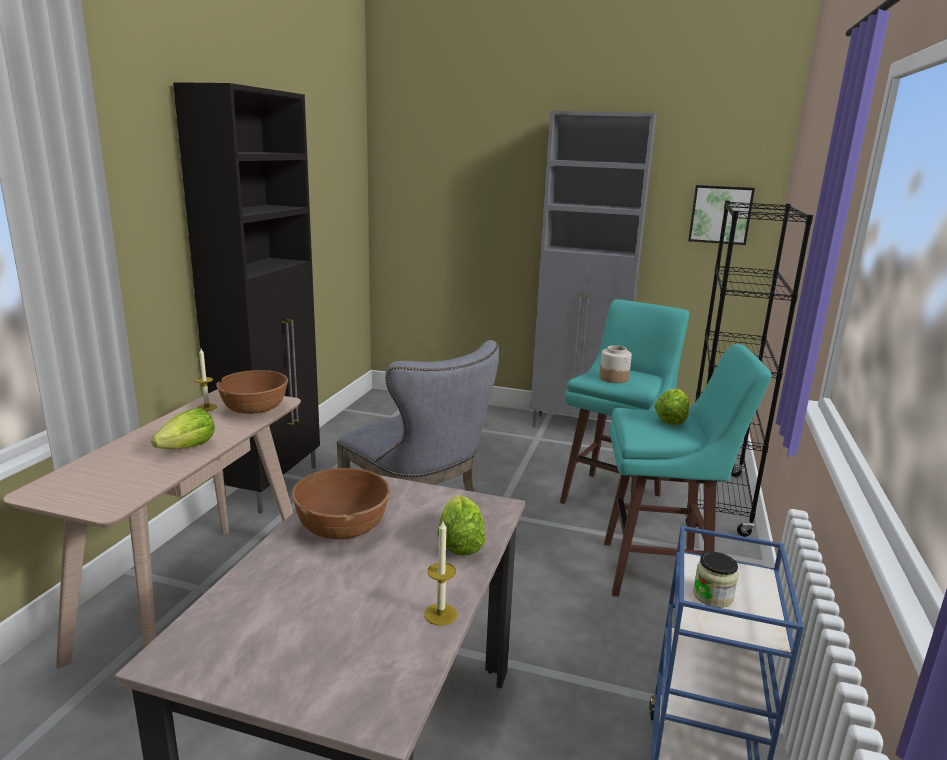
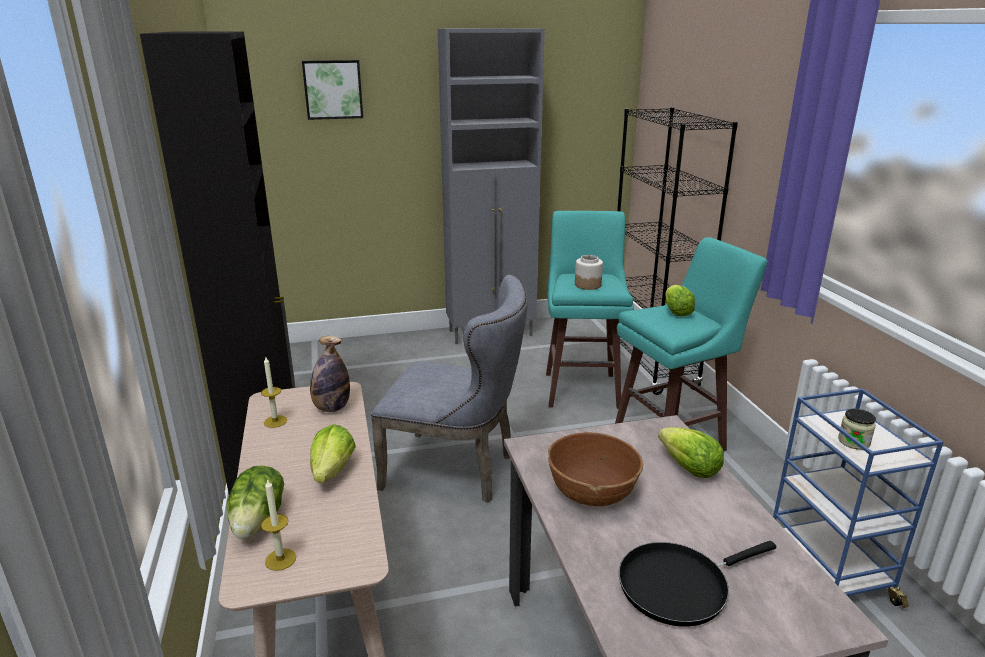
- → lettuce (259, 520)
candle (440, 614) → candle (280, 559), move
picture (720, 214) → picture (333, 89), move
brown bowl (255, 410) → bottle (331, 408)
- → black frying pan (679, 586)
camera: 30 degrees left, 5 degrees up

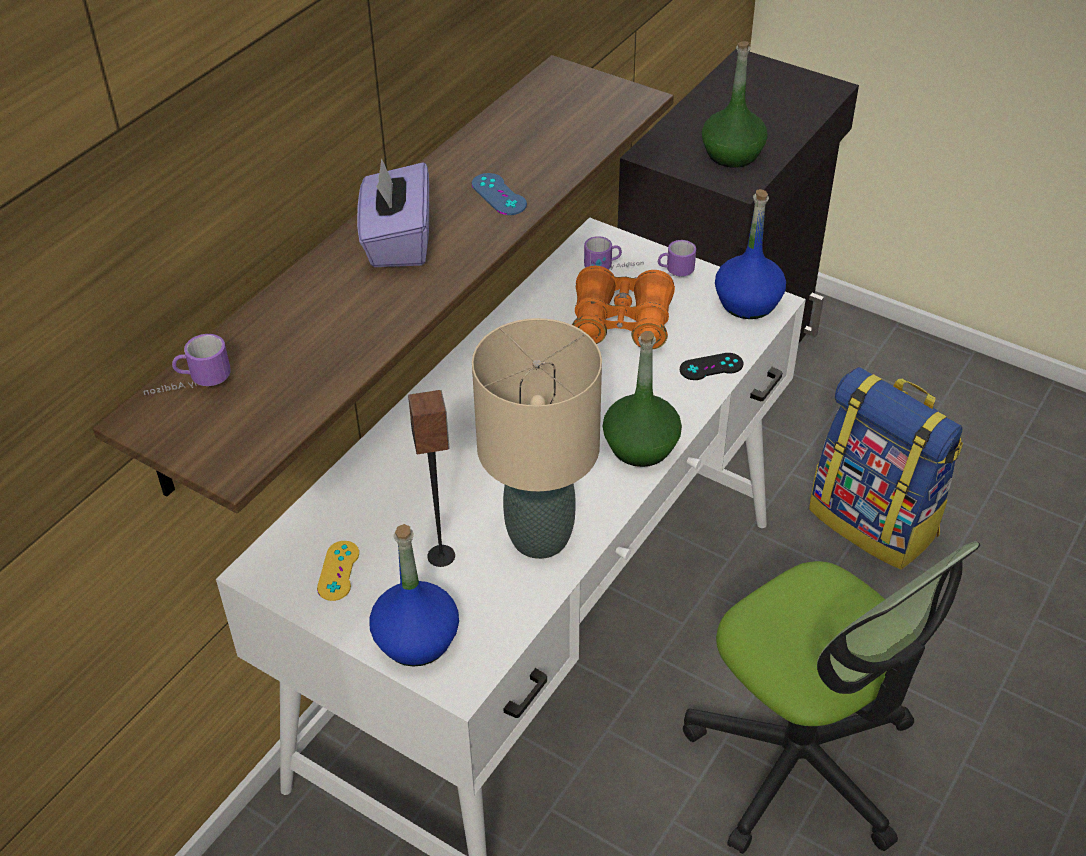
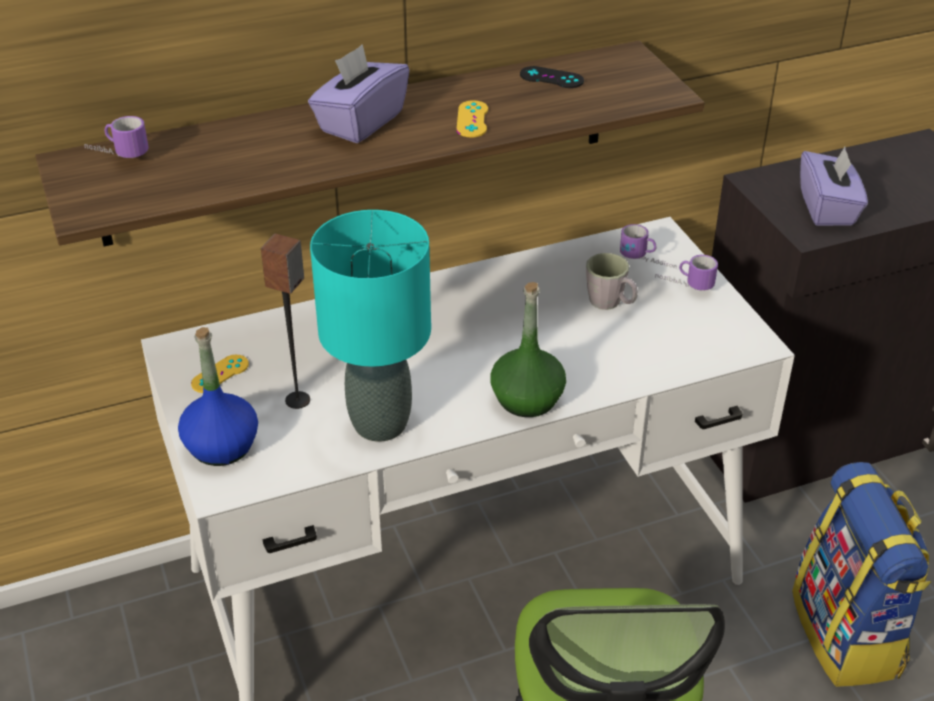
beige table lamp (540, 536) → turquoise table lamp (381, 423)
blue game controller (499, 194) → yellow game controller (472, 119)
black game controller (711, 367) → black game controller (551, 78), move
orange binoculars (621, 322) → grey mug (611, 303)
green bottle (732, 154) → purple tissue box (828, 208)
blue bottle (748, 302) → -
camera: 35 degrees right, 5 degrees down

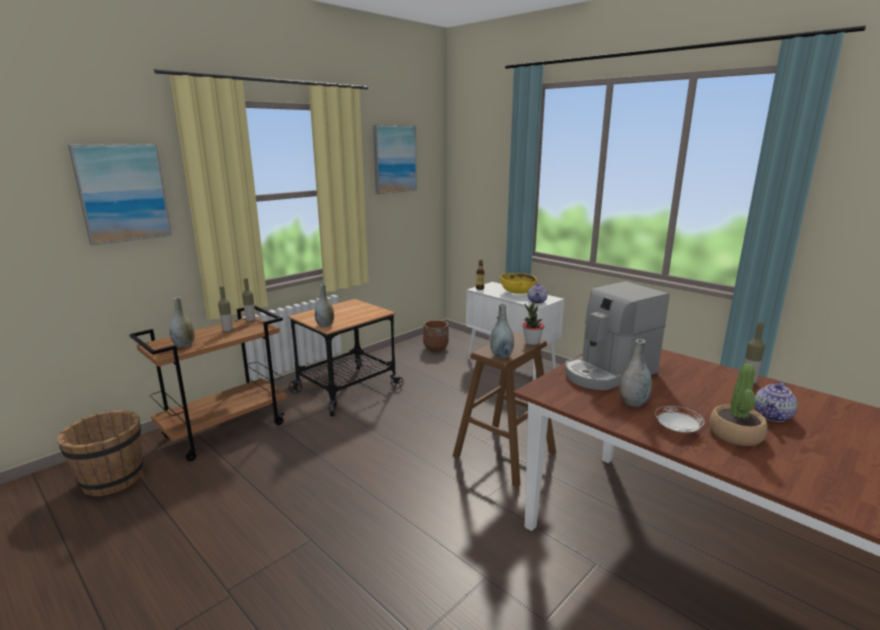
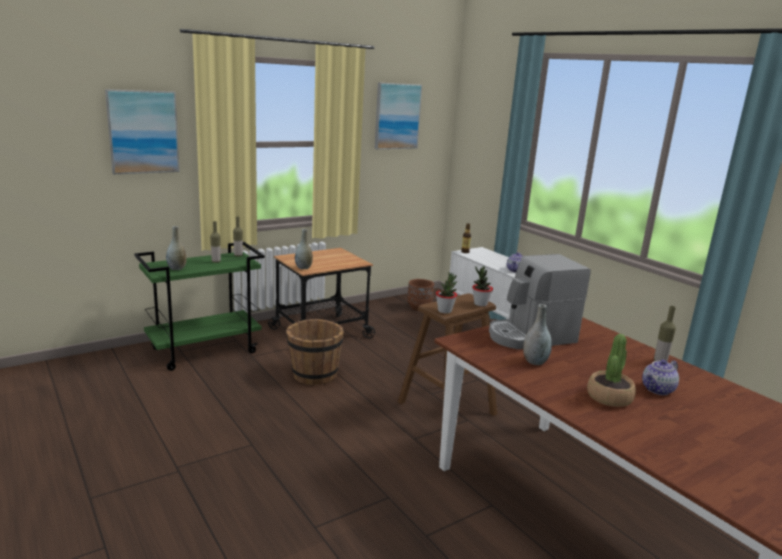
brown cart (226, 429) → green cart (205, 350)
brown bucket (112, 480) → brown bucket (314, 375), move
grey vase (501, 355) → potted plant (444, 311)
yellow bowl (517, 292) → -
white plate (677, 430) → -
camera: 10 degrees right, 0 degrees up

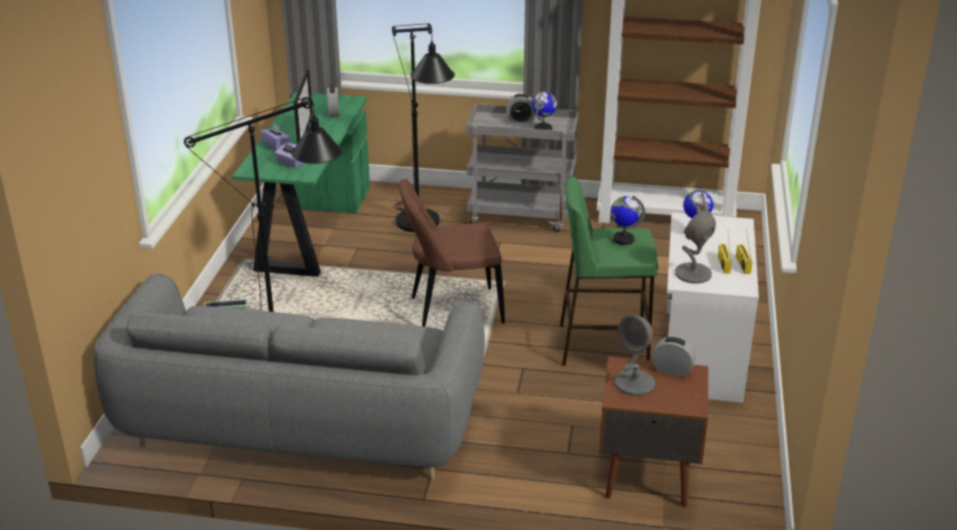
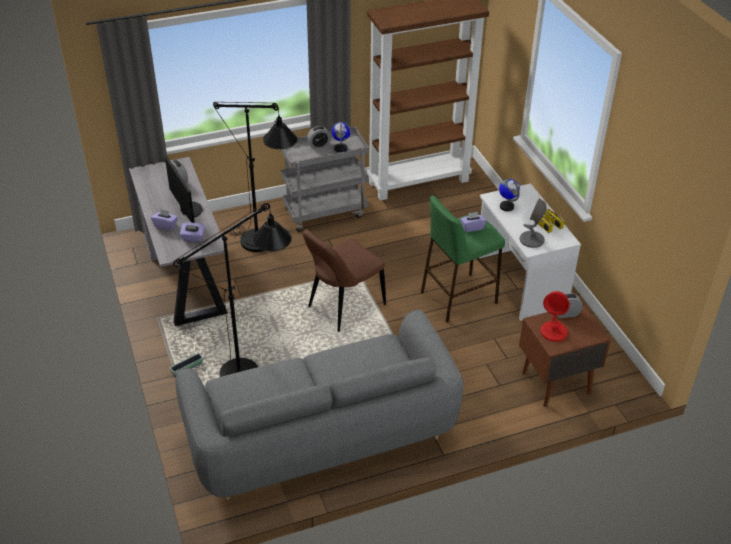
green desk (311, 229) → grey desk (185, 274)
globe (623, 239) → purple tissue box (472, 227)
grey table lamp (635, 383) → red table lamp (554, 332)
camera: 30 degrees left, 10 degrees up

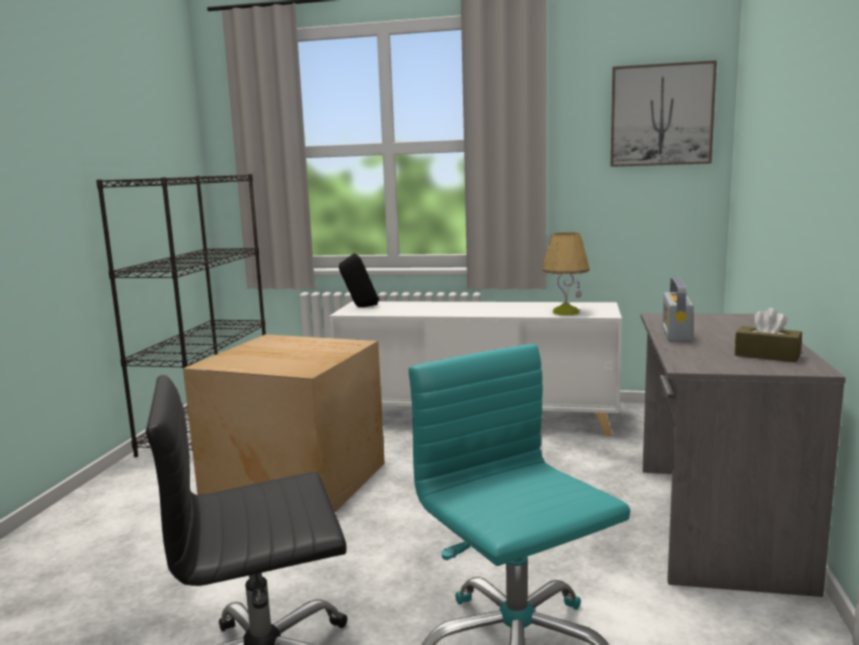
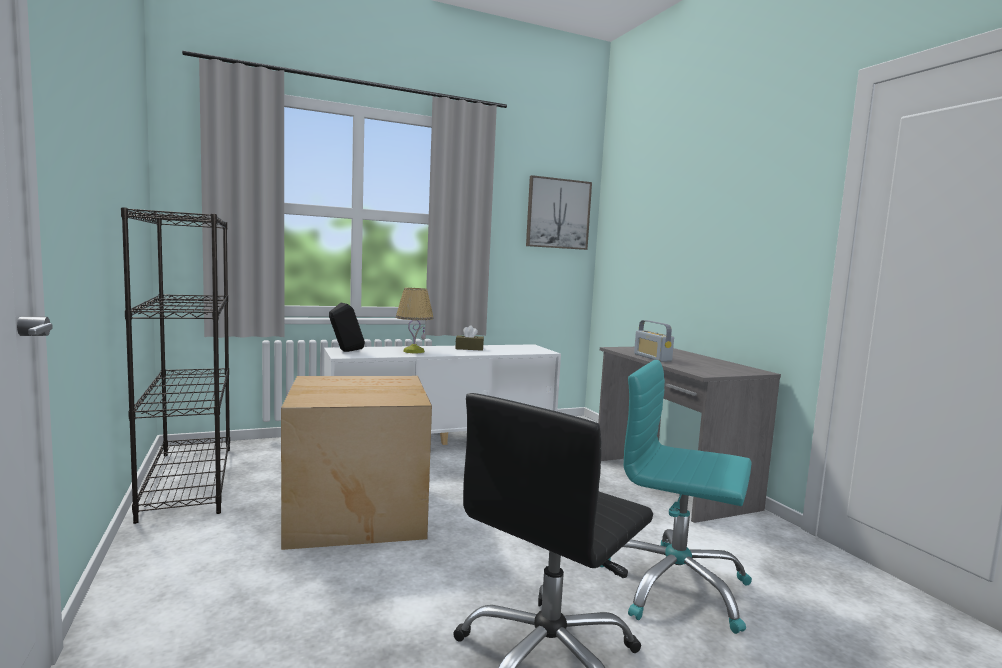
table lamp (565, 312) → table lamp (413, 351), move
brown tissue box (767, 355) → brown tissue box (469, 348), move
camera: 35 degrees left, 5 degrees down

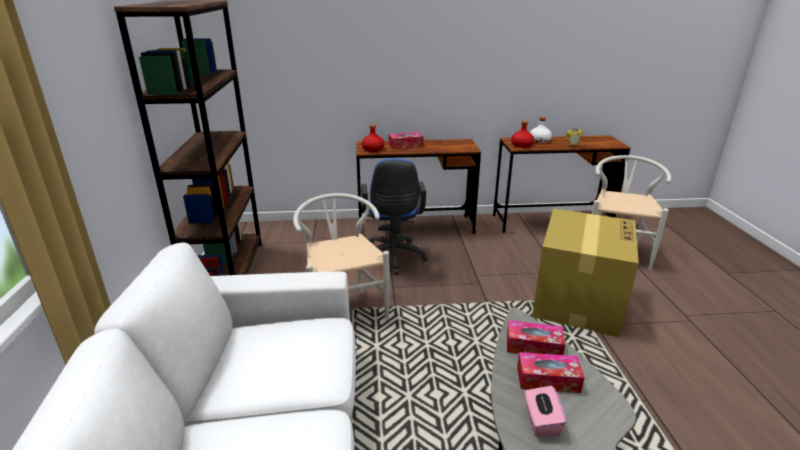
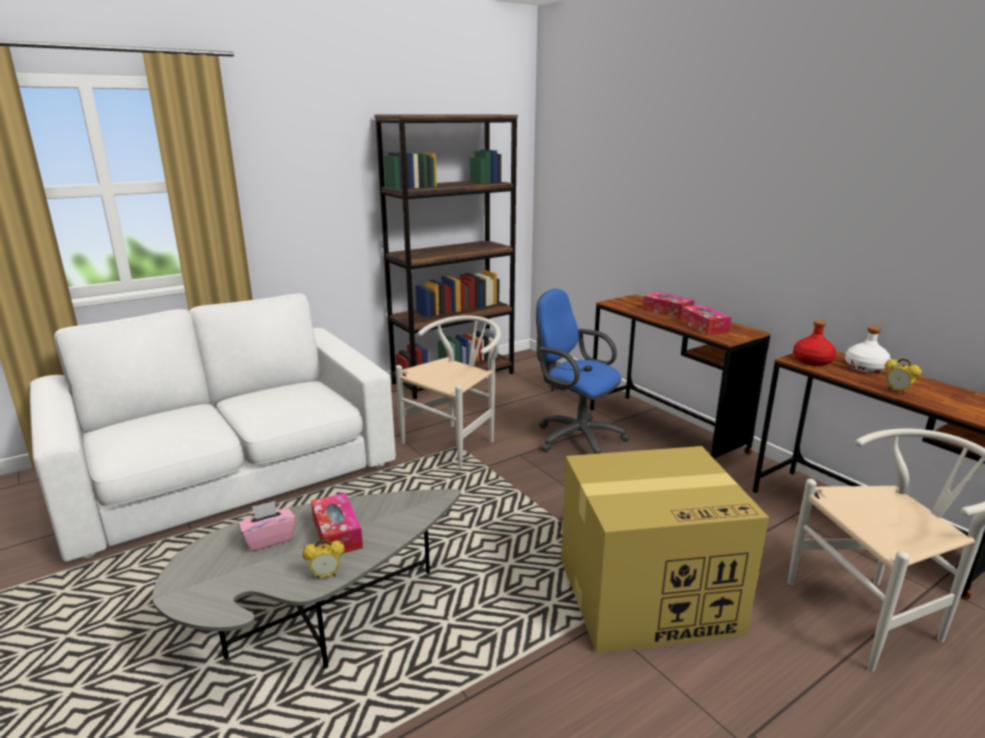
- → alarm clock (326, 575)
blue office chair (392, 258) → blue office chair (575, 438), 75 degrees clockwise
tissue box (533, 346) → tissue box (704, 327), move
red bottle (373, 149) → -
camera: 60 degrees right, 5 degrees down

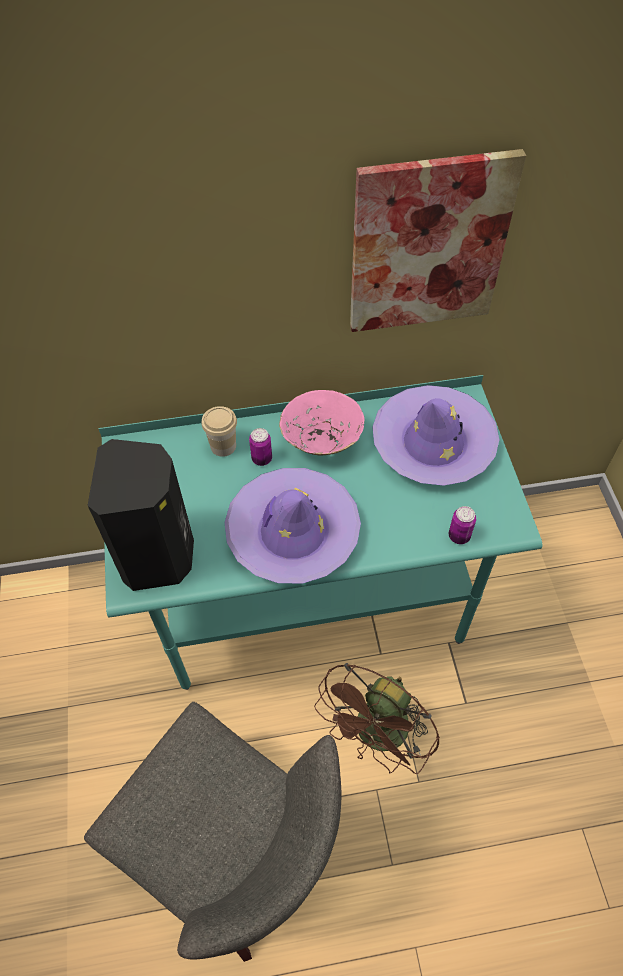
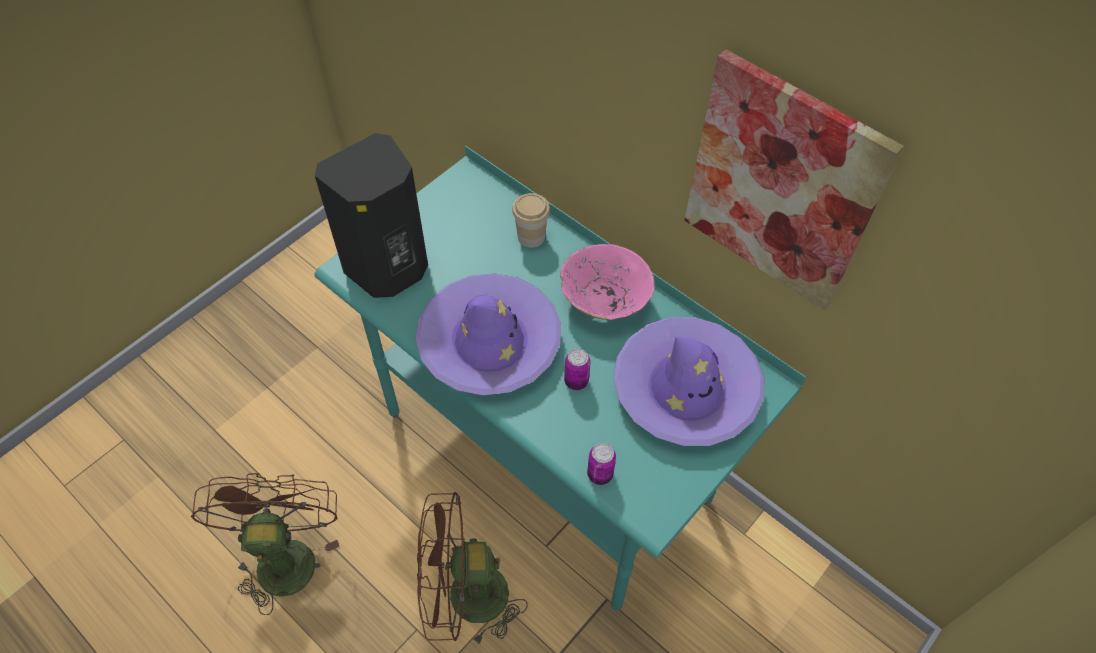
grey chair (235, 855) → brown fan (285, 554)
can (262, 459) → can (576, 381), move
camera: 50 degrees right, 0 degrees up

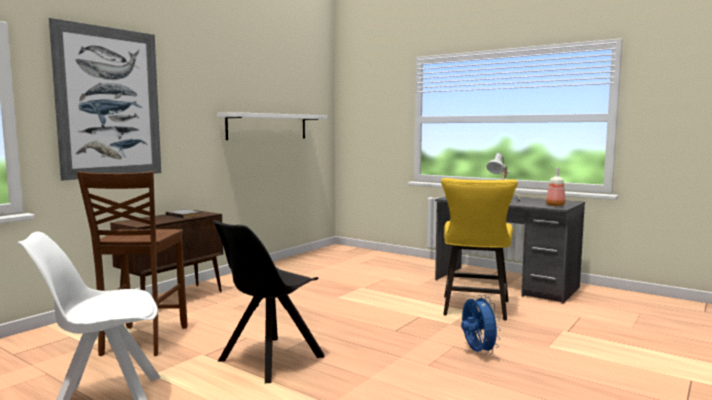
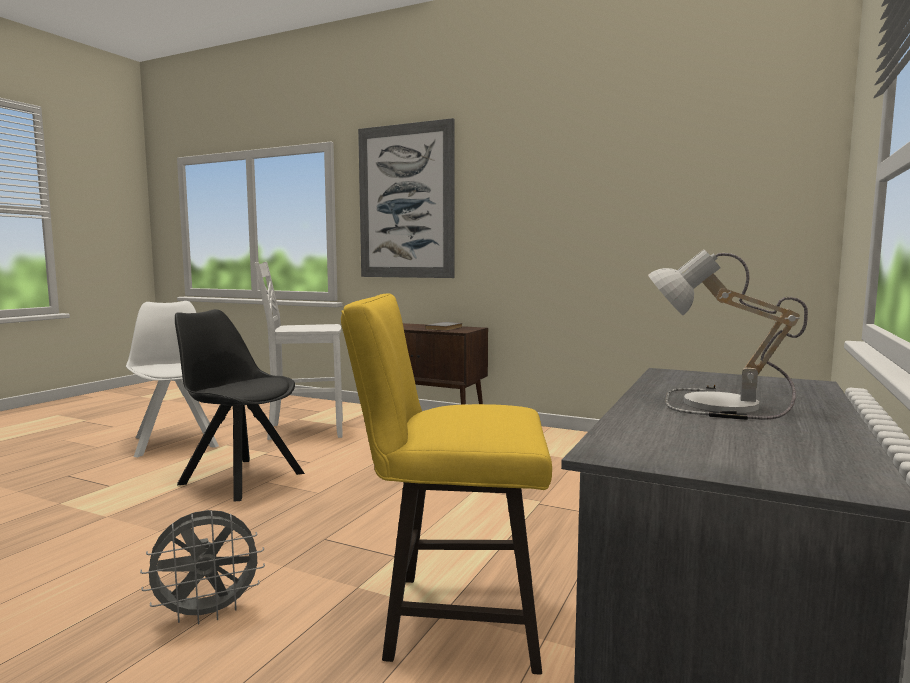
blue fan (477, 352) → grey fan (208, 613)
brown chair (142, 341) → white chair (304, 430)
white shelf (268, 126) → -
bottle (554, 205) → -
camera: 80 degrees right, 0 degrees up

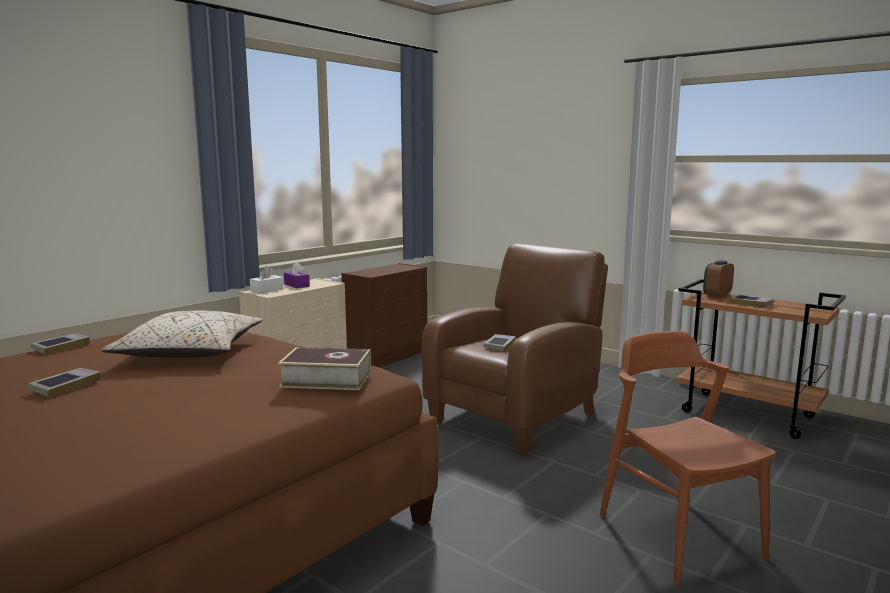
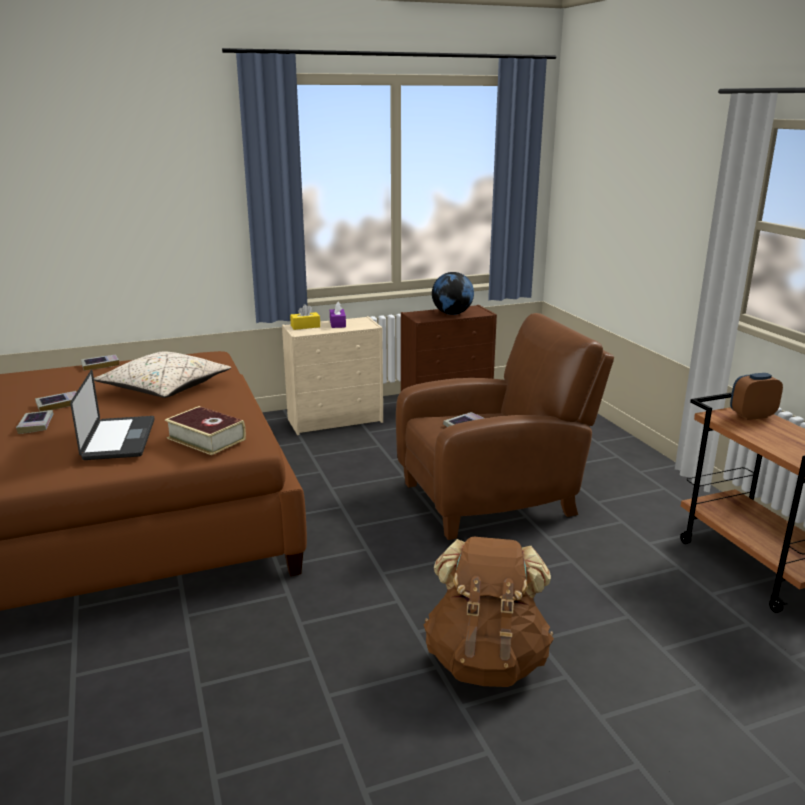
book (751, 304) → book (36, 425), move
- → laptop (119, 439)
white tissue box (267, 290) → yellow tissue box (305, 326)
brown chair (678, 535) → brown backpack (486, 660)
- → globe (452, 314)
camera: 30 degrees right, 10 degrees up

